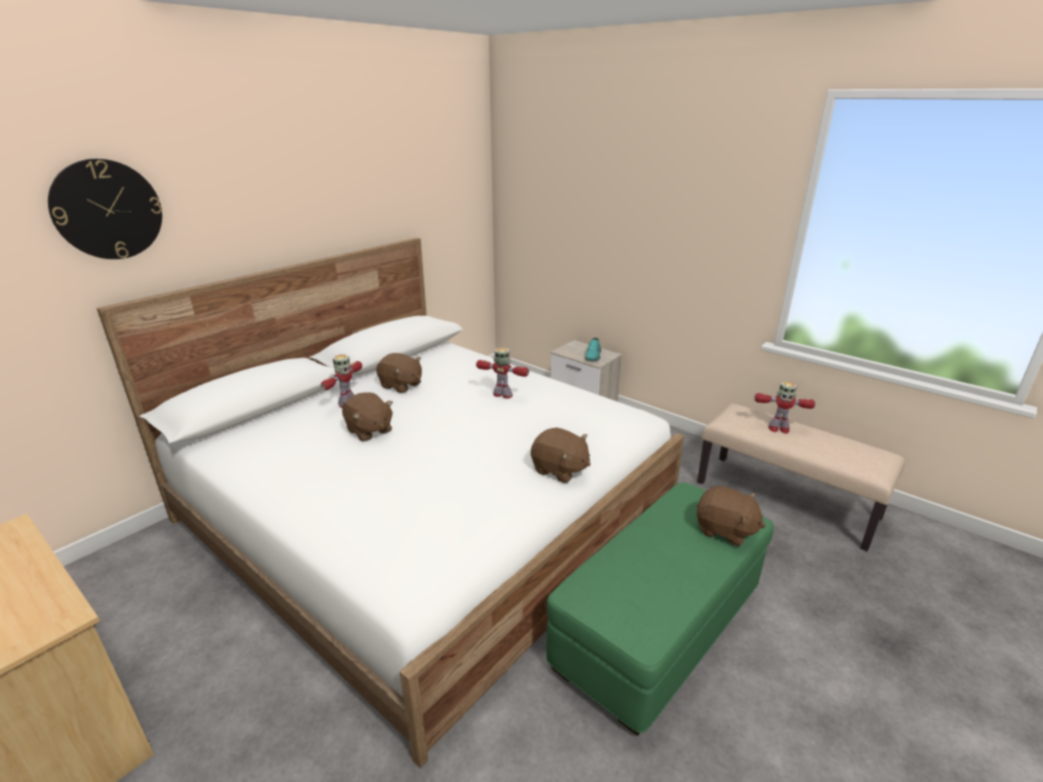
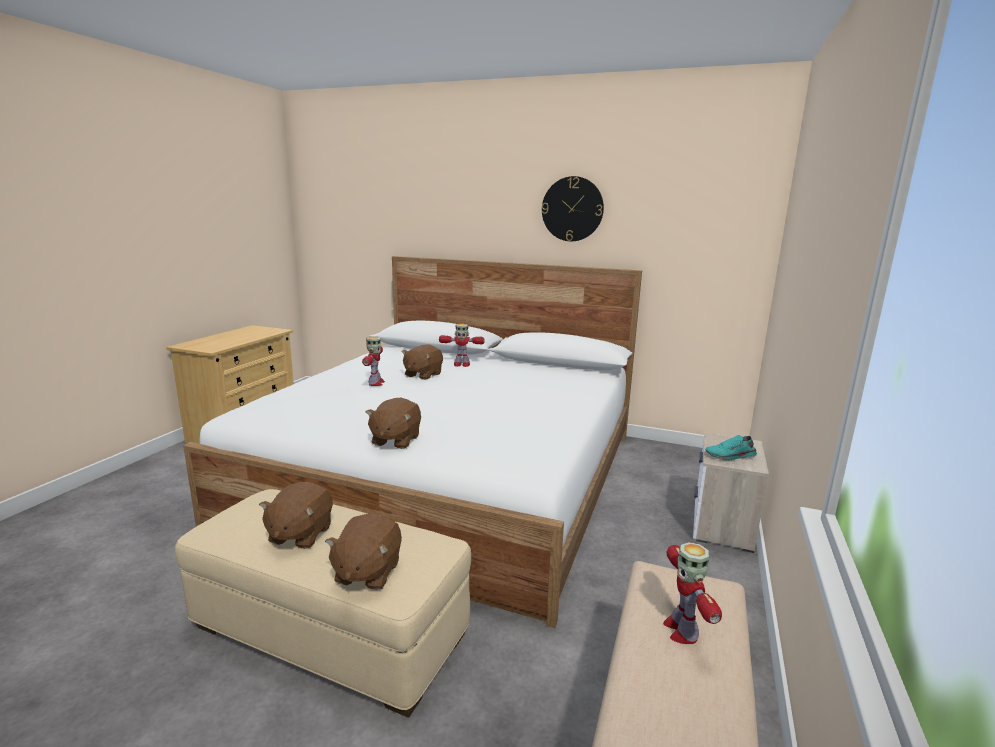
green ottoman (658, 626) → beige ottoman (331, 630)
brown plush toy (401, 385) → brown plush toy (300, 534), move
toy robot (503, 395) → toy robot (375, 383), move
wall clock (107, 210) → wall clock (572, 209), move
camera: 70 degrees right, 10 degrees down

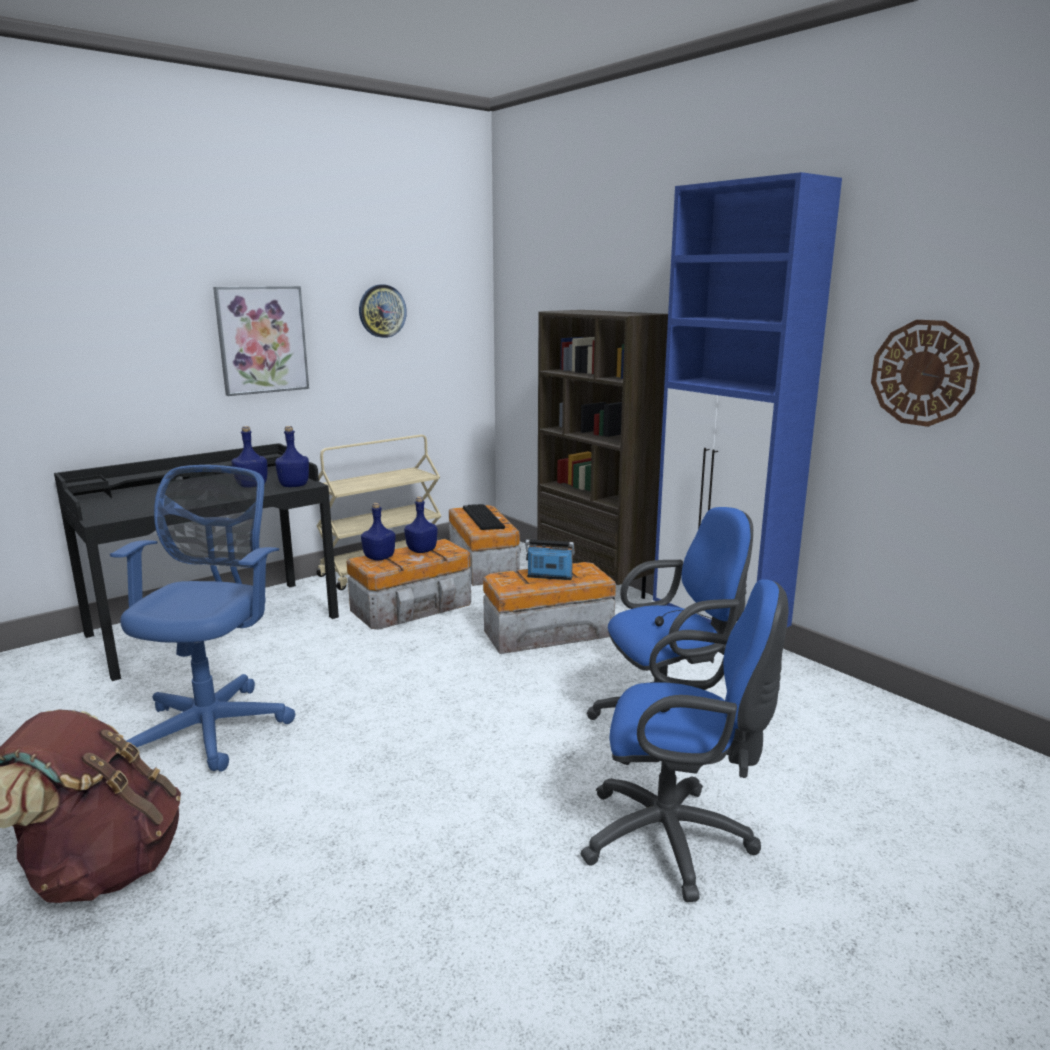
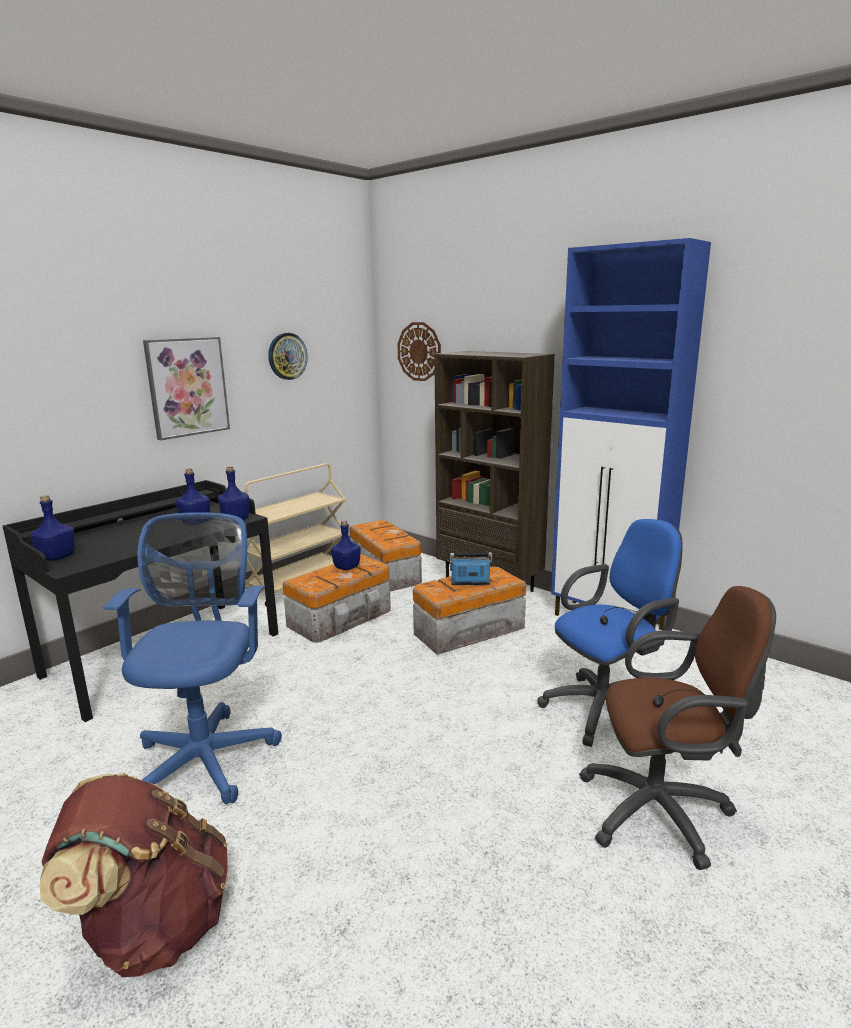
blue bottle (379, 557) → blue bottle (57, 557), move
wall clock (923, 373) → wall clock (419, 351), move
blue office chair (676, 840) → brown office chair (663, 812)
keyboard (481, 518) → -
camera: 10 degrees left, 0 degrees up

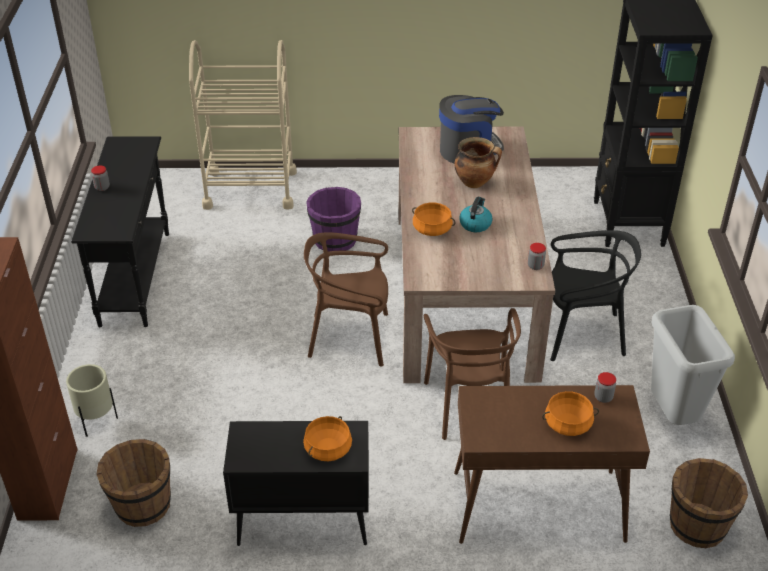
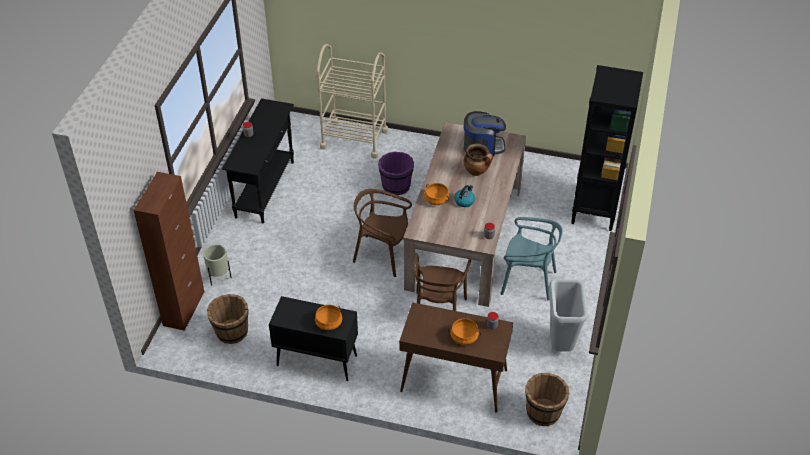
black chair (582, 334) → turquoise chair (528, 281)
camera: 15 degrees right, 5 degrees up

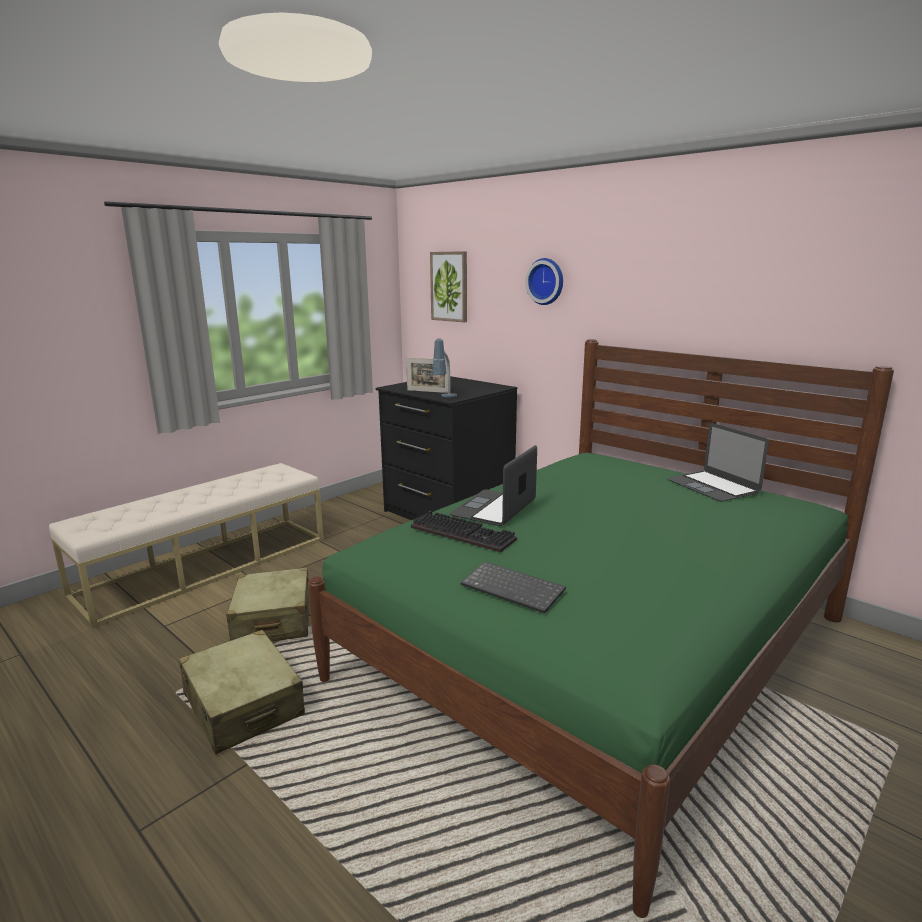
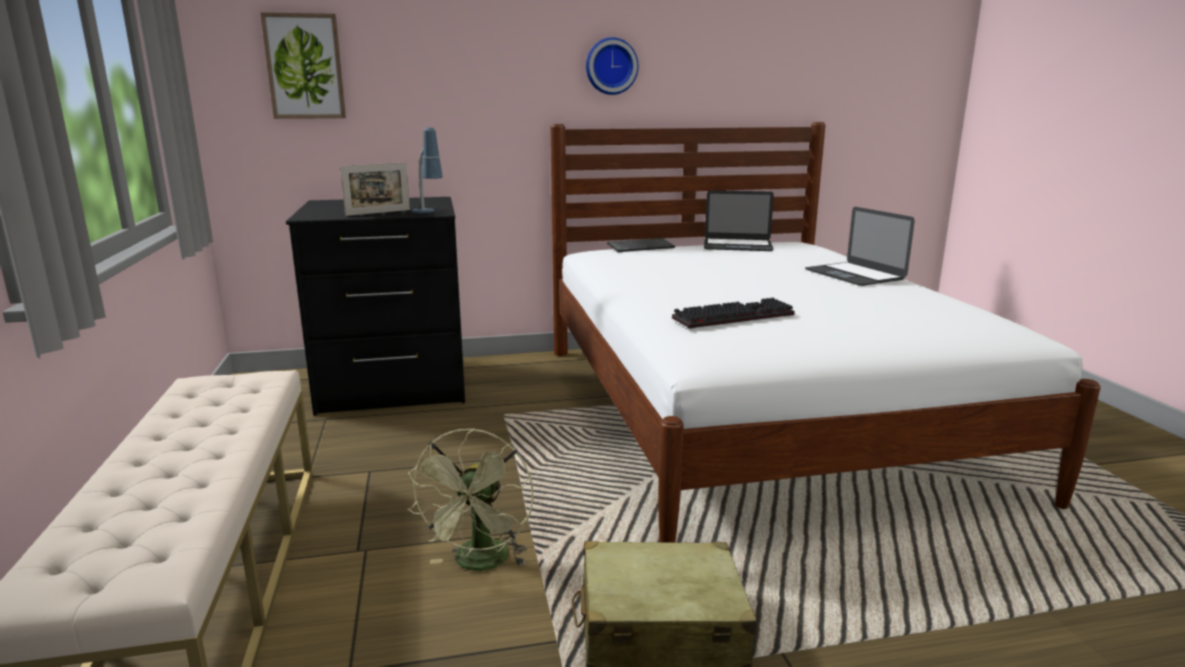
beige suitcase (273, 620) → green fan (480, 564)
green bed (597, 647) → white bed (753, 413)
wall clock (546, 281) → wall clock (611, 66), move
keyboard (514, 588) → keyboard (641, 247), move
laptop (494, 508) → laptop (854, 274), move
camera: 55 degrees left, 0 degrees up

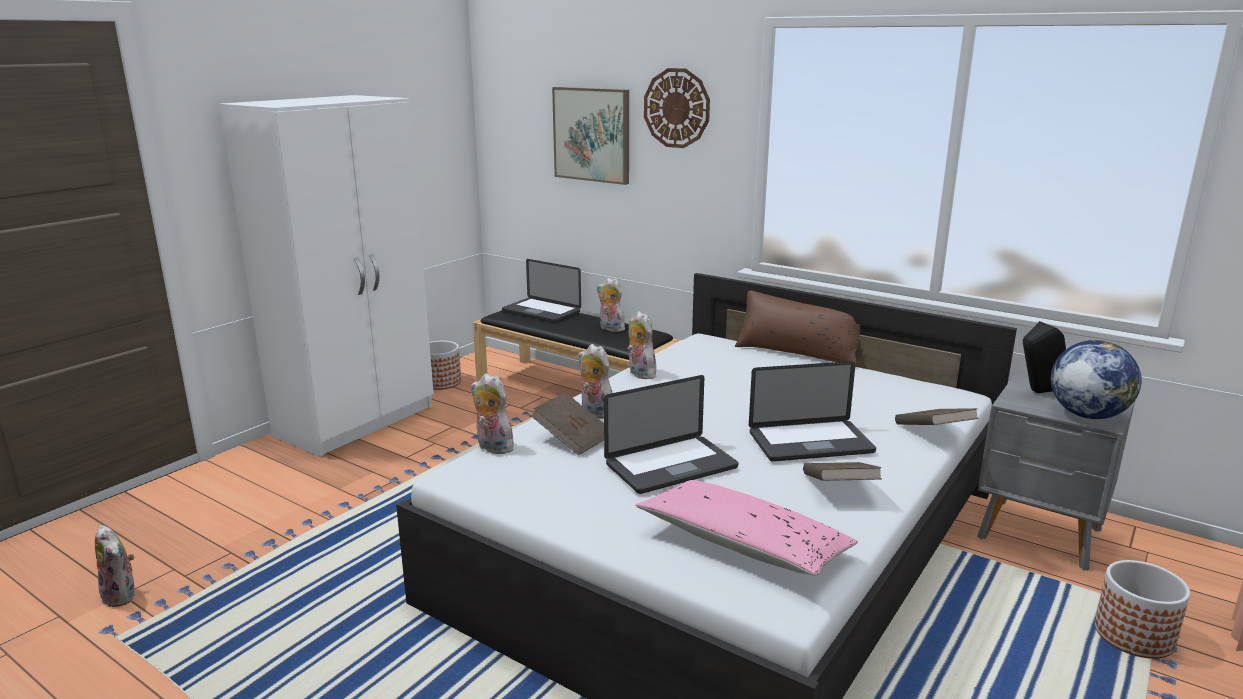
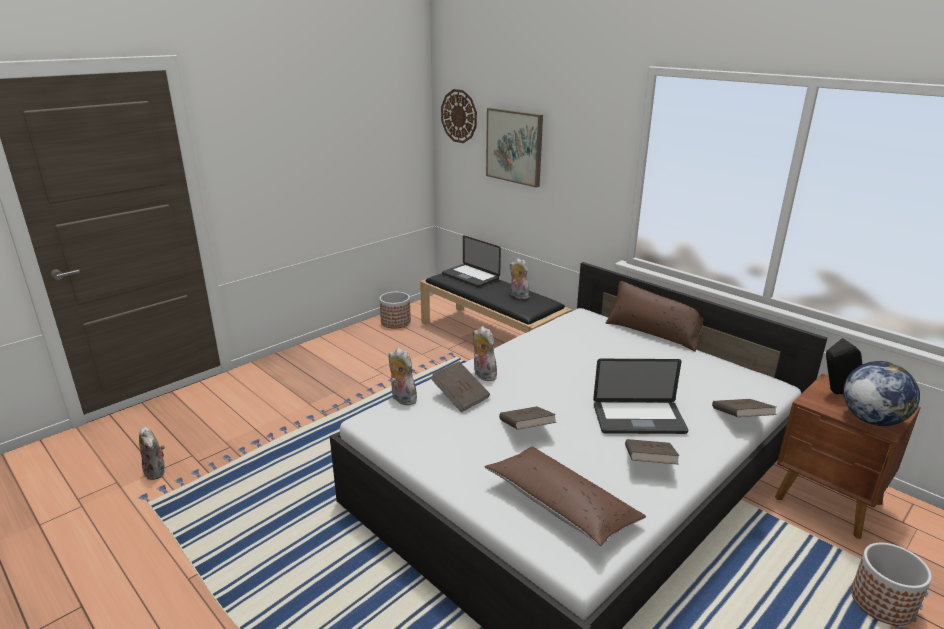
wall clock (676, 108) → wall clock (459, 116), move
pink pillow (743, 544) → brown pillow (561, 505)
laptop (671, 466) → brown book (526, 429)
grey nightstand (1040, 535) → brown nightstand (828, 502)
white wardrobe (358, 421) → -
plush toy (639, 374) → -
camera: 10 degrees right, 5 degrees up

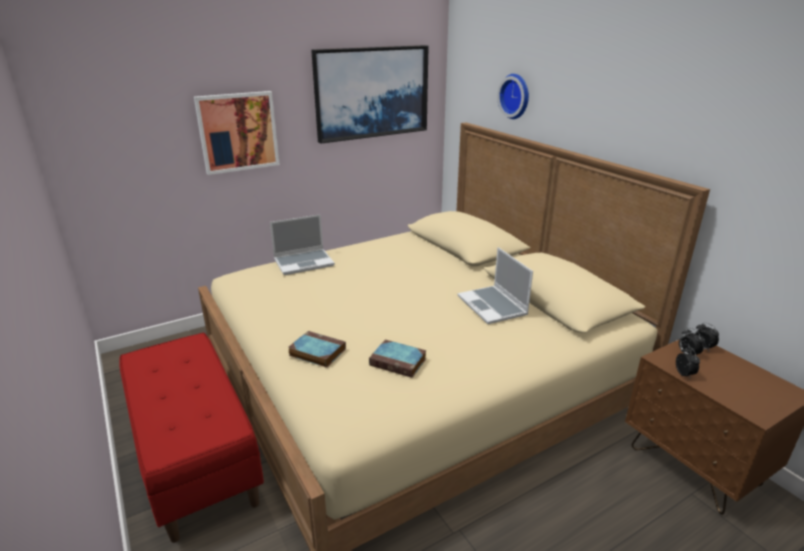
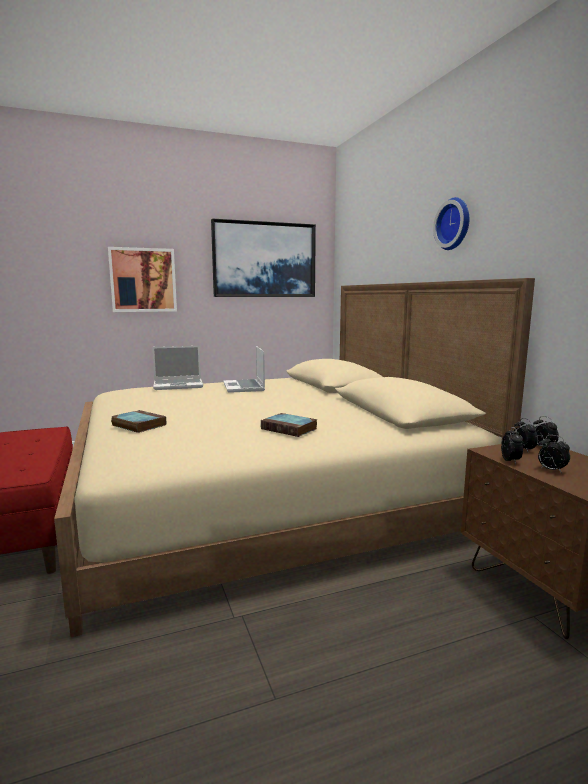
laptop (493, 306) → laptop (244, 387), move
book (399, 362) → book (290, 429), move
wall clock (516, 96) → wall clock (455, 224), move
- → alarm clock (551, 470)
camera: 10 degrees right, 15 degrees down

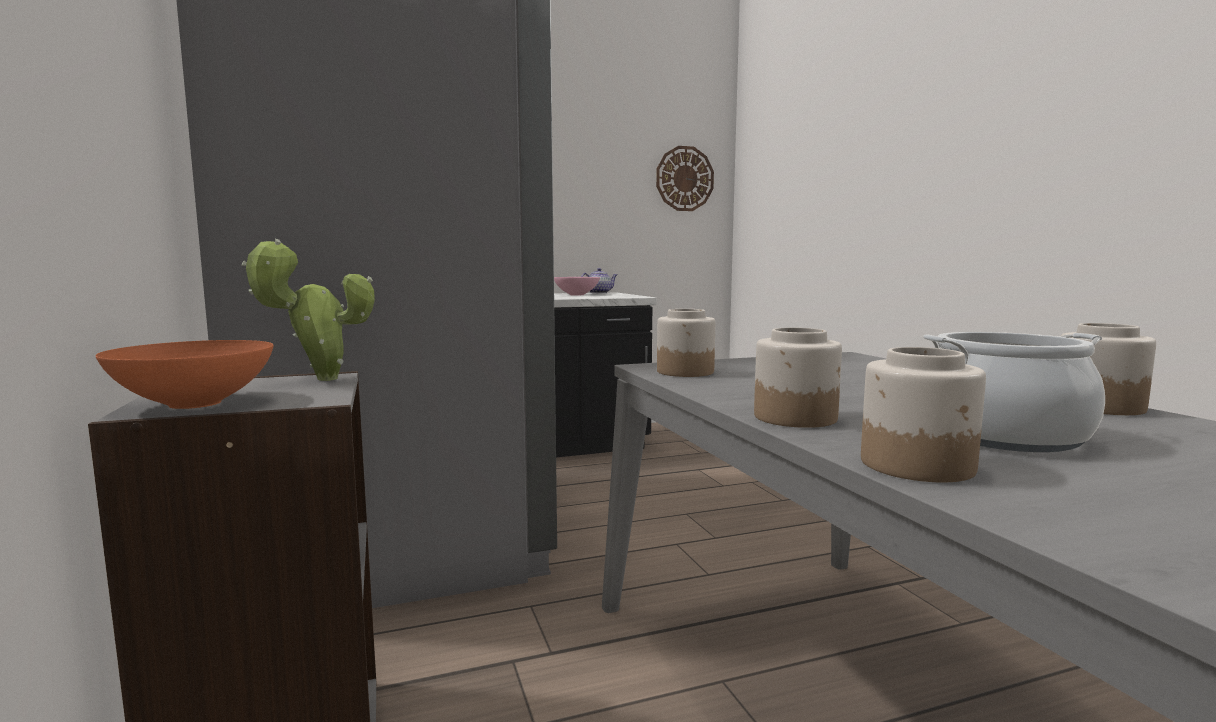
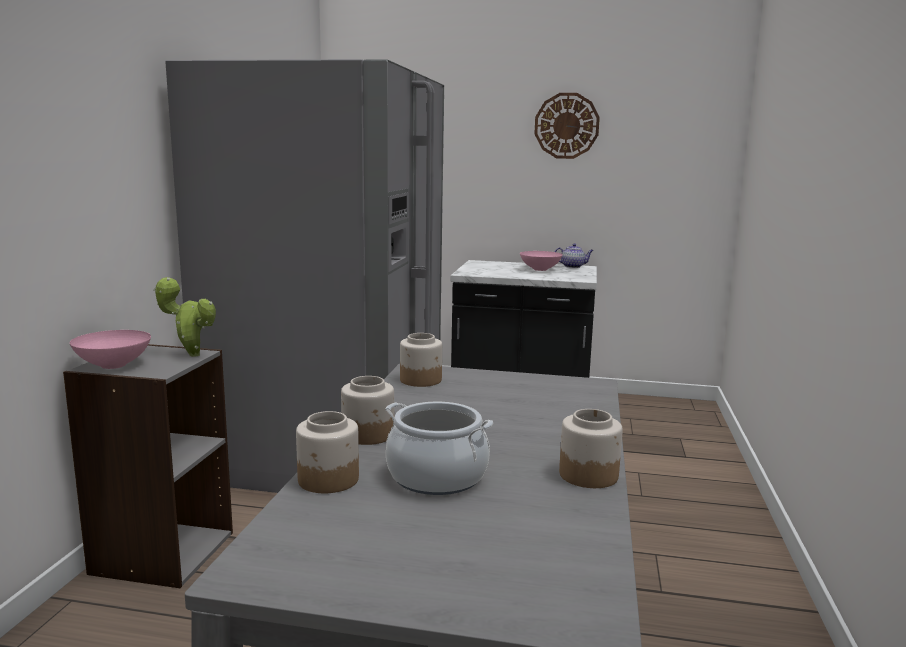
orange bowl (196, 404) → pink bowl (114, 365)
wall clock (684, 179) → wall clock (566, 126), move
camera: 30 degrees right, 5 degrees up

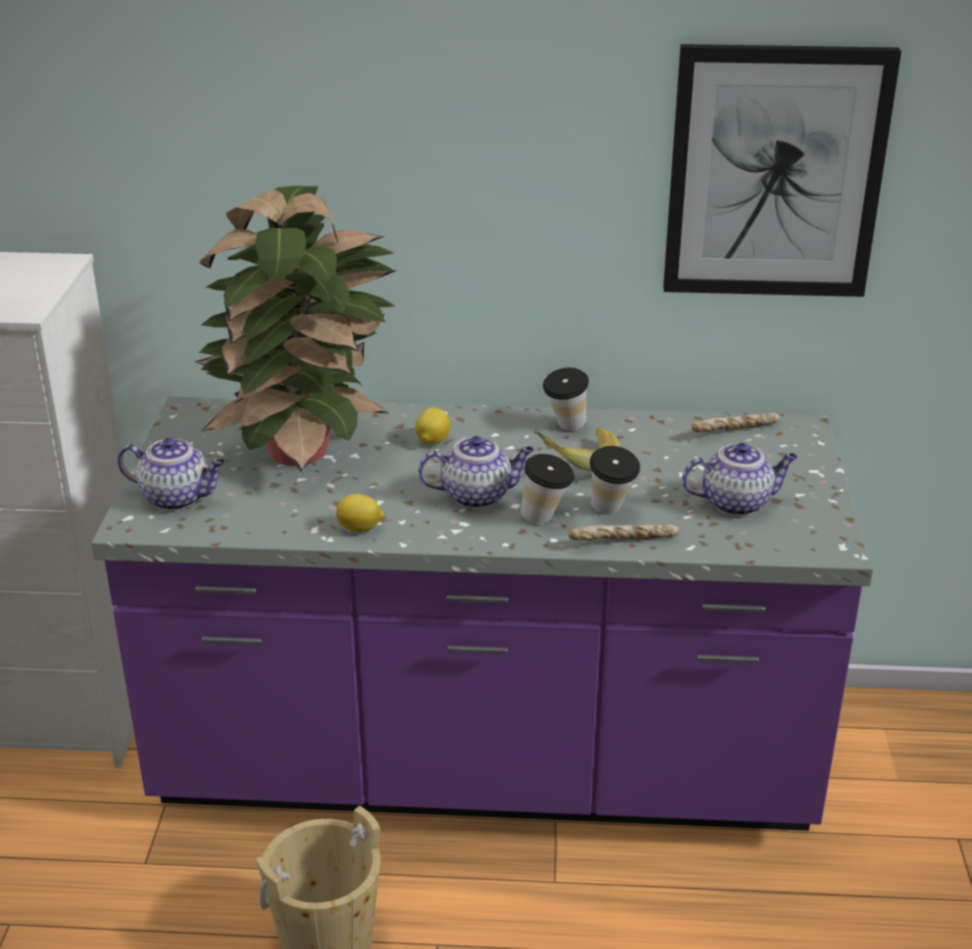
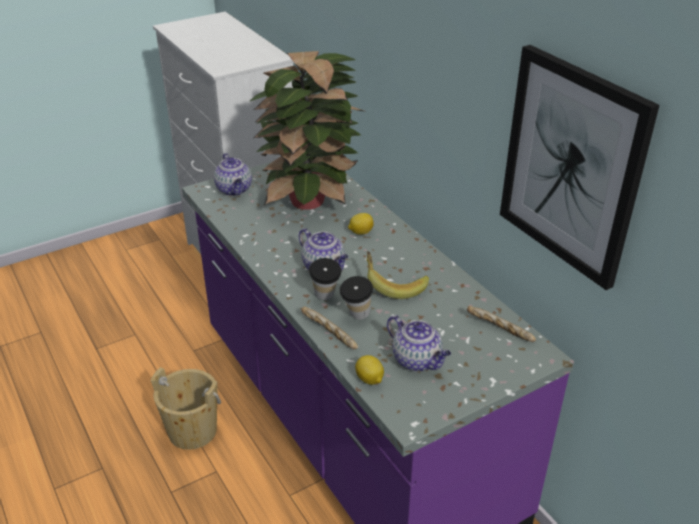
lemon (360, 529) → lemon (369, 380), move
cup (565, 427) → -
camera: 55 degrees right, 5 degrees up

